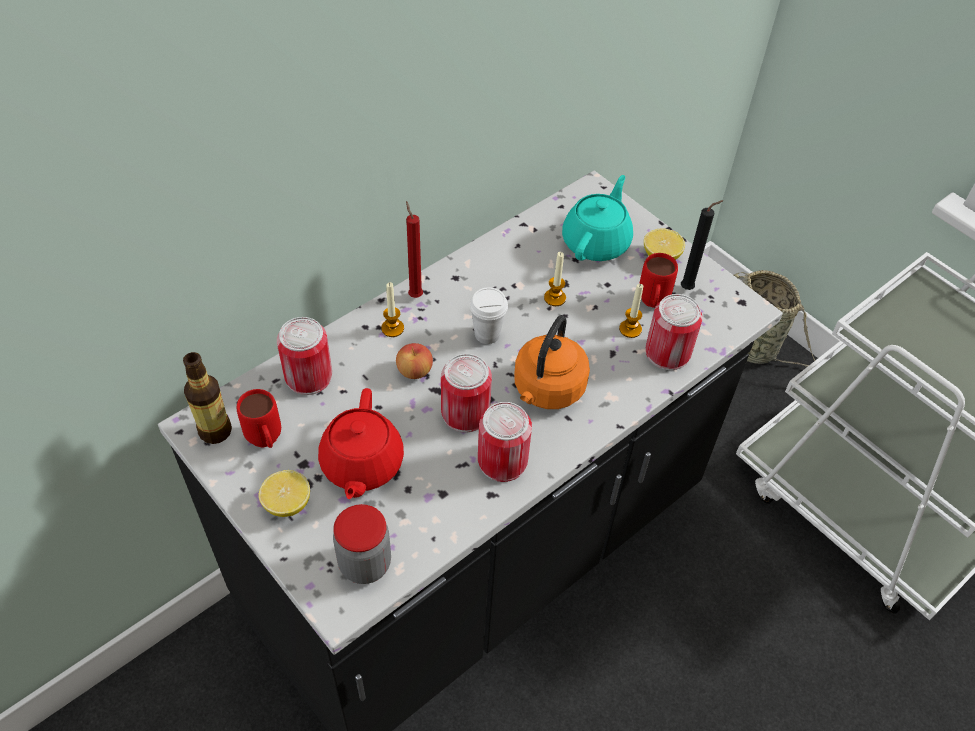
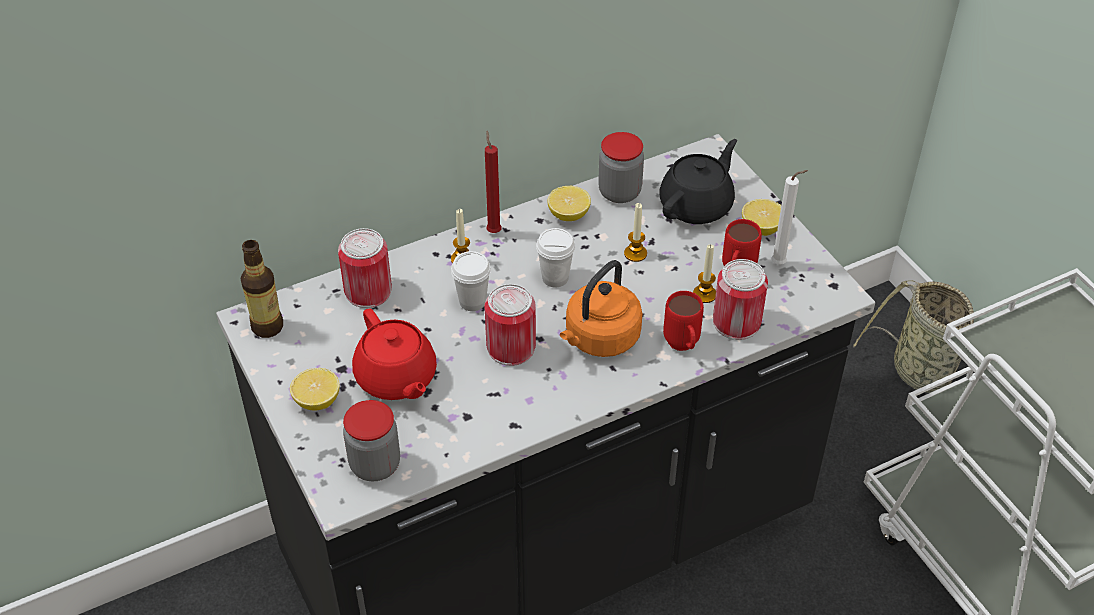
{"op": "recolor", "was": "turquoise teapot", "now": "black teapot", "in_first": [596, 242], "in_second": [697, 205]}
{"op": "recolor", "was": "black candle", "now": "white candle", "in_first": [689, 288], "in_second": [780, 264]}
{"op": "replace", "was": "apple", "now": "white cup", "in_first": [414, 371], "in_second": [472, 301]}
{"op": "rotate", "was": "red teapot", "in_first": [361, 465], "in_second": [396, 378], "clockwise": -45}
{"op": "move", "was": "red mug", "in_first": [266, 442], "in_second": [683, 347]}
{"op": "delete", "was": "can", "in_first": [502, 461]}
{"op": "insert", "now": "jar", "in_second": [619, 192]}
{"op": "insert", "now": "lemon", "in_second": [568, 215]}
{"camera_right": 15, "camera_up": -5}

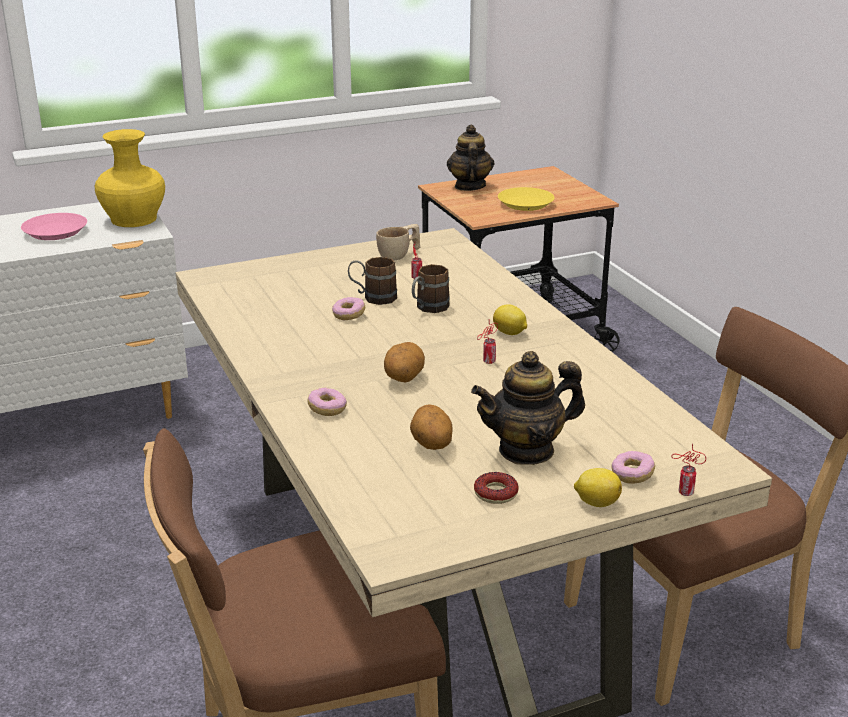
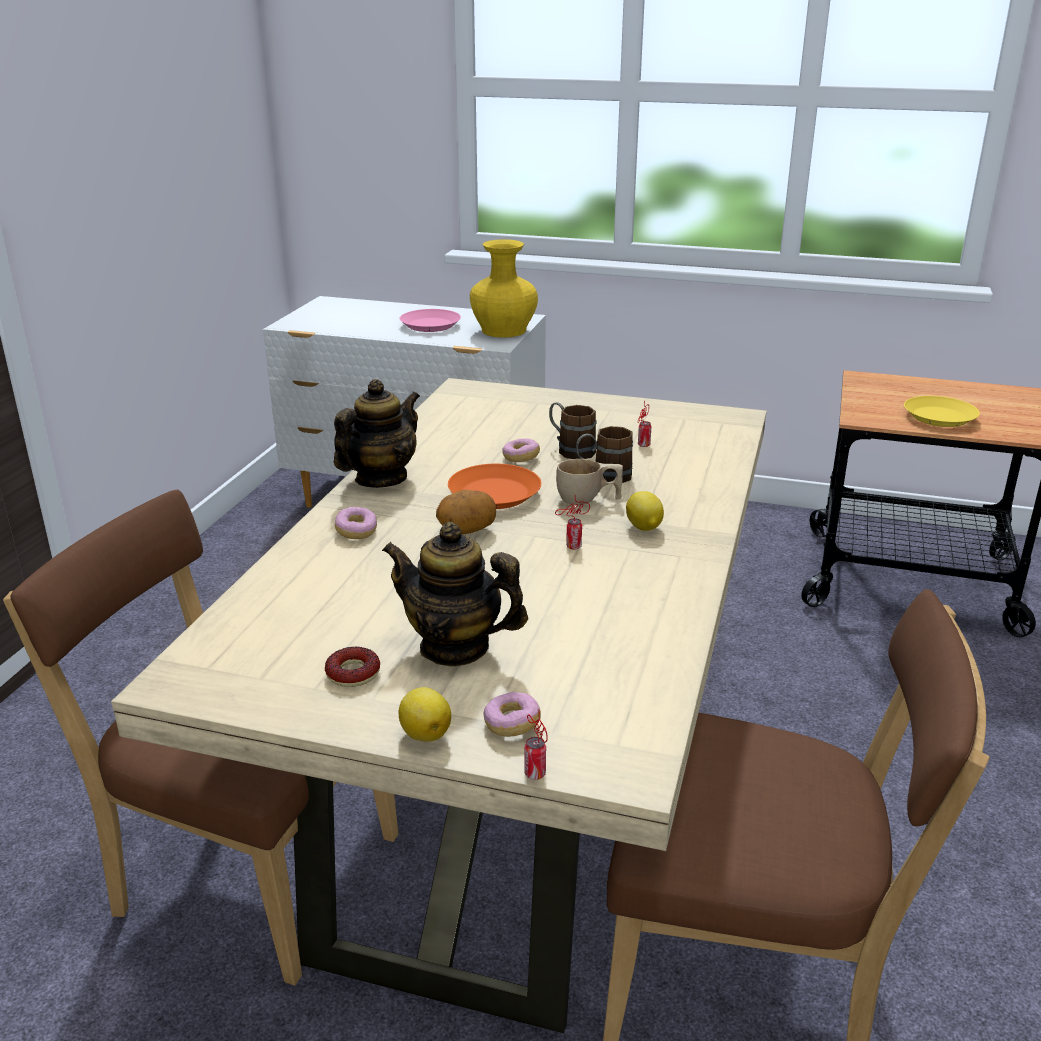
{"op": "move", "was": "teapot", "in_first": [469, 186], "in_second": [380, 479]}
{"op": "move", "was": "beige cup", "in_first": [399, 255], "in_second": [588, 500]}
{"op": "delete", "was": "potato", "in_first": [431, 445]}
{"op": "insert", "now": "orange plate", "in_second": [493, 494]}
{"camera_right": 40, "camera_up": 0}

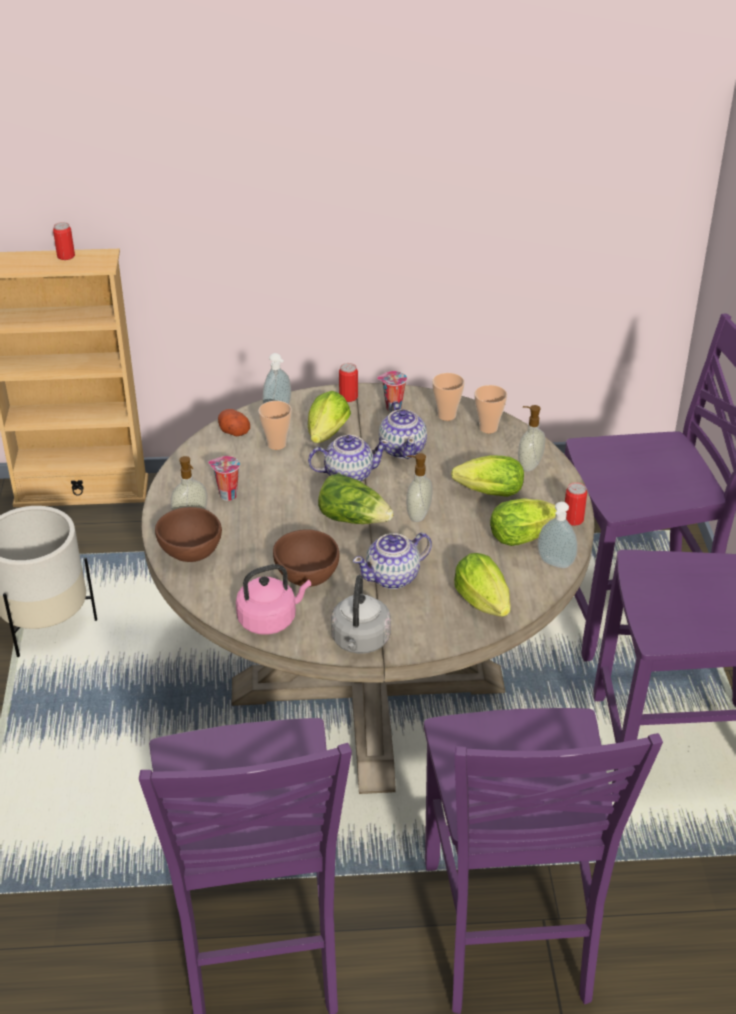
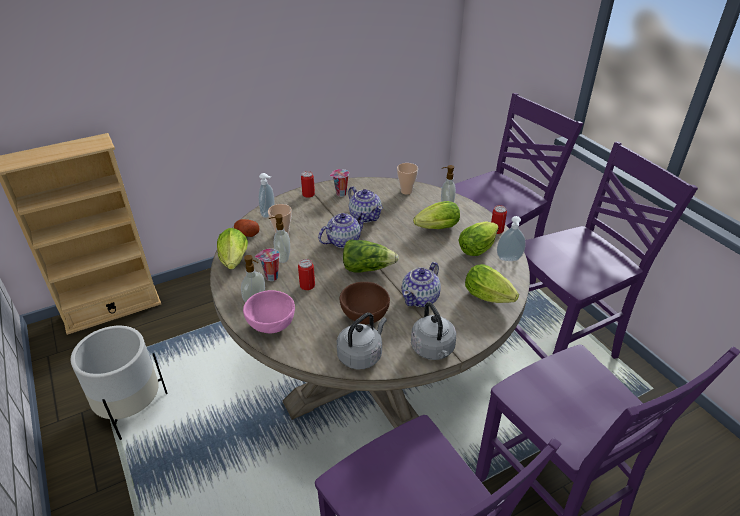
{"op": "move", "was": "can", "in_first": [66, 256], "in_second": [307, 285]}
{"op": "delete", "was": "cup", "in_first": [446, 415]}
{"op": "move", "was": "lettuce", "in_first": [326, 437], "in_second": [234, 262]}
{"op": "move", "was": "soap dispenser", "in_first": [417, 514], "in_second": [282, 257]}
{"op": "recolor", "was": "brown bowl", "now": "pink bowl", "in_first": [190, 553], "in_second": [272, 326]}
{"op": "recolor", "was": "pink kettle", "now": "grey kettle", "in_first": [270, 619], "in_second": [361, 355]}
{"camera_right": -25, "camera_up": 0}

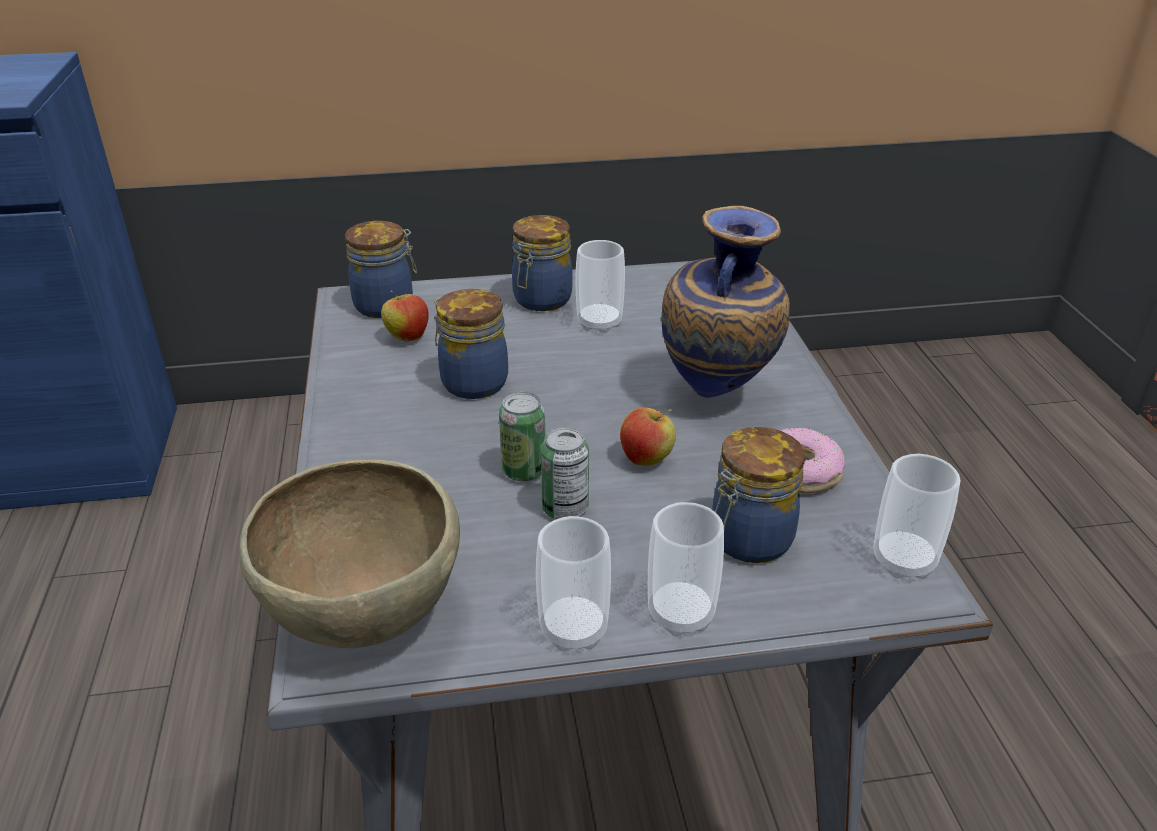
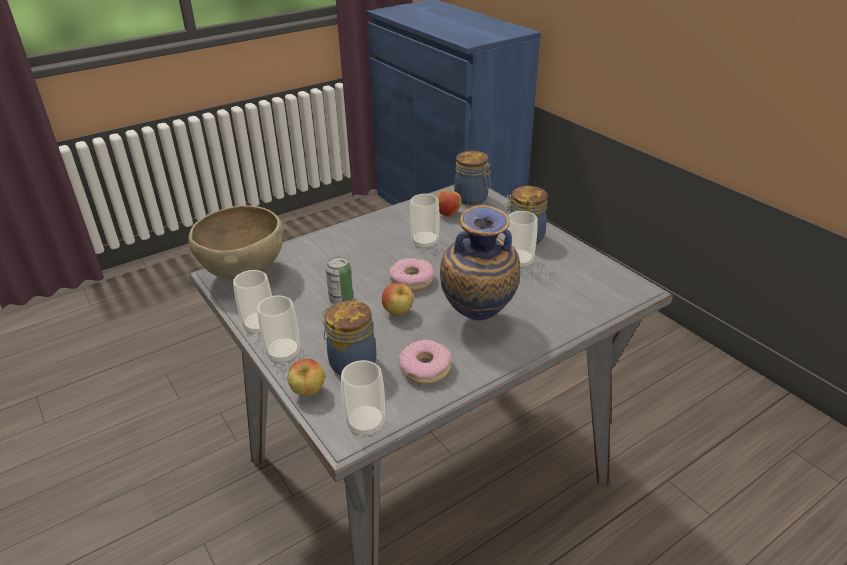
{"op": "replace", "was": "jar", "now": "cup", "in_first": [471, 382], "in_second": [425, 243]}
{"op": "delete", "was": "can", "in_first": [524, 471]}
{"op": "insert", "now": "donut", "in_second": [411, 280]}
{"op": "insert", "now": "apple", "in_second": [308, 392]}
{"camera_right": 65, "camera_up": 0}

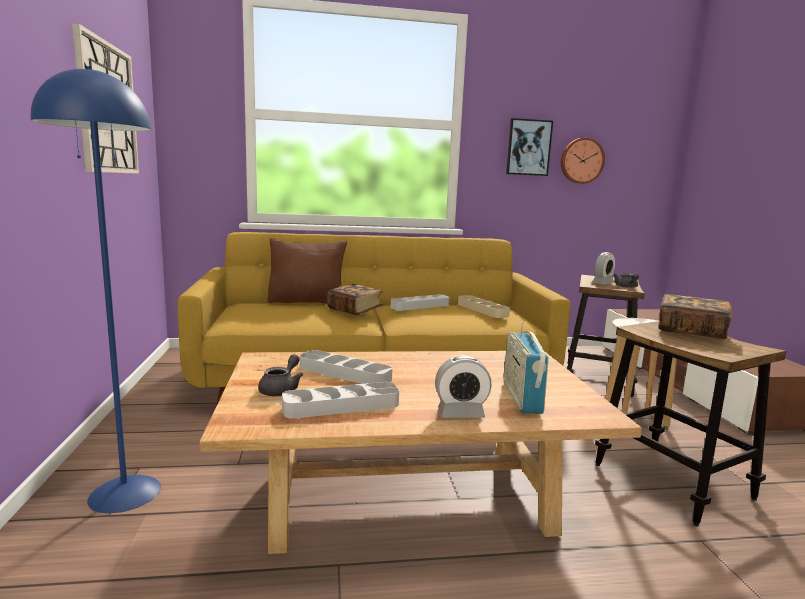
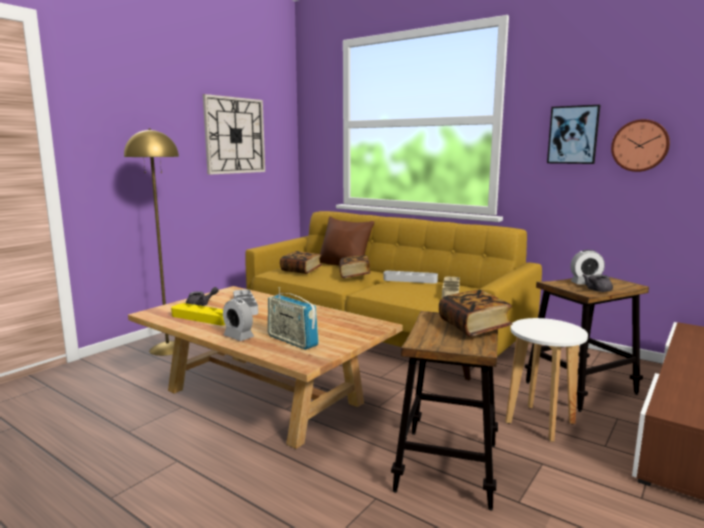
{"op": "recolor", "was": "blue floor lamp", "now": "yellow floor lamp", "in_first": [125, 492], "in_second": [168, 348]}
{"op": "rotate", "was": "radio", "in_first": [522, 397], "in_second": [292, 341], "clockwise": -90}
{"op": "recolor", "was": "grey tray", "now": "yellow tray", "in_first": [341, 406], "in_second": [202, 318]}
{"op": "insert", "now": "book", "in_second": [301, 270]}
{"camera_right": 45, "camera_up": 0}

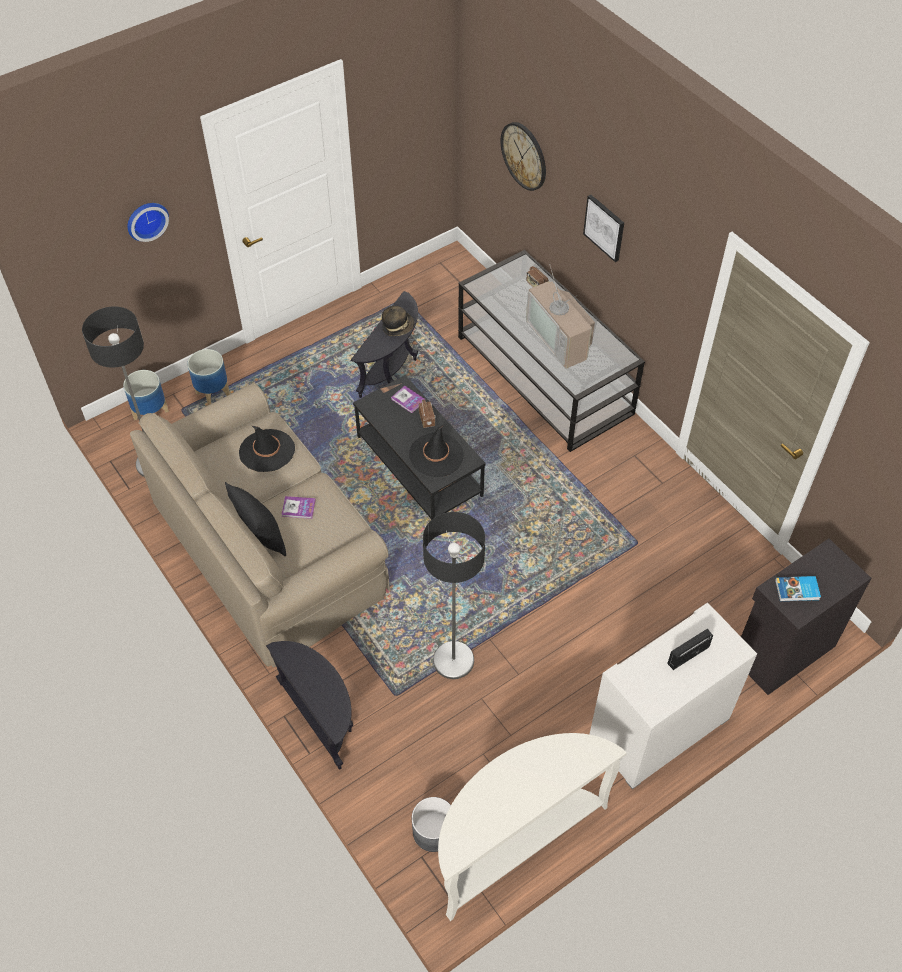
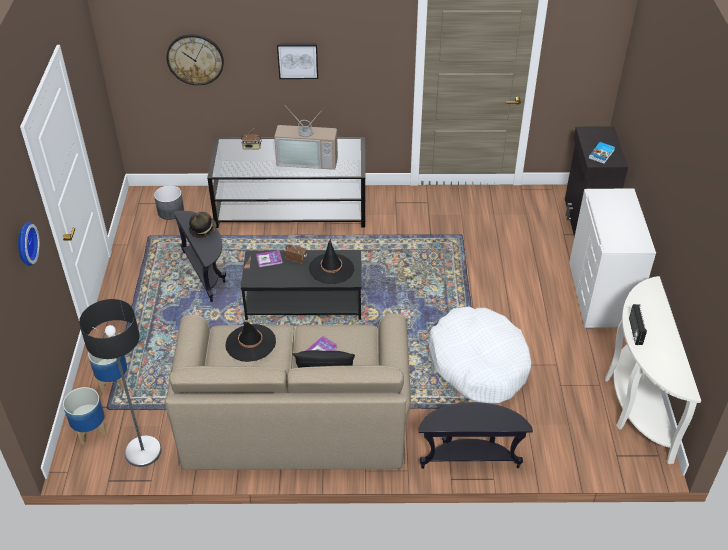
{"op": "replace", "was": "floor lamp", "now": "white dog bed", "in_first": [453, 661], "in_second": [478, 363]}
{"op": "move", "was": "radio", "in_first": [687, 655], "in_second": [634, 331]}
{"op": "move", "was": "grey planter", "in_first": [433, 831], "in_second": [170, 211]}
{"camera_right": -55, "camera_up": -10}

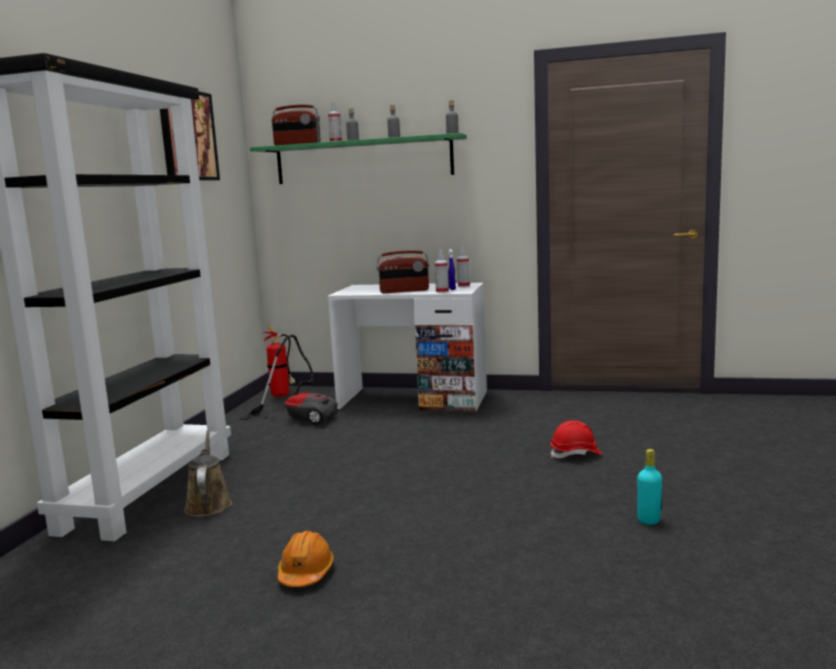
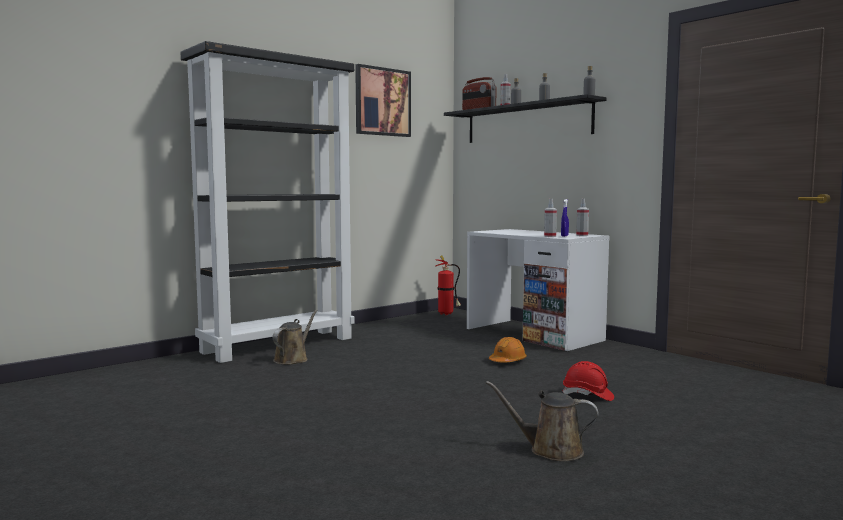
{"op": "recolor", "was": "green shelf", "now": "black shelf", "in_first": [363, 160], "in_second": [526, 122]}
{"op": "delete", "was": "radio", "in_first": [404, 291]}
{"op": "delete", "was": "vacuum cleaner", "in_first": [299, 417]}
{"op": "replace", "was": "turquoise bottle", "now": "brown watering can", "in_first": [649, 520], "in_second": [550, 450]}
{"op": "move", "was": "orange hard hat", "in_first": [306, 573], "in_second": [507, 361]}
{"camera_right": 35, "camera_up": -5}

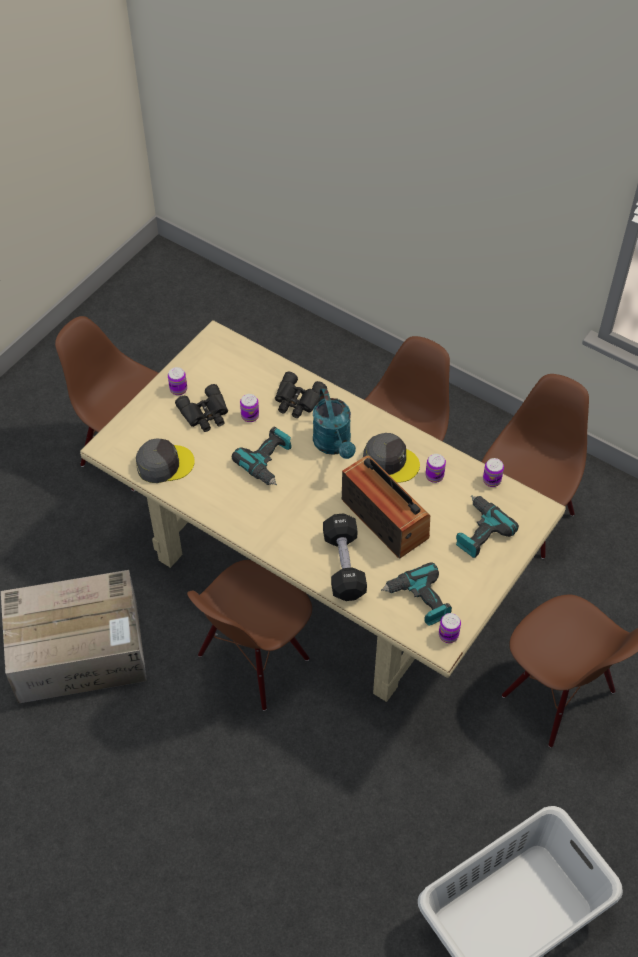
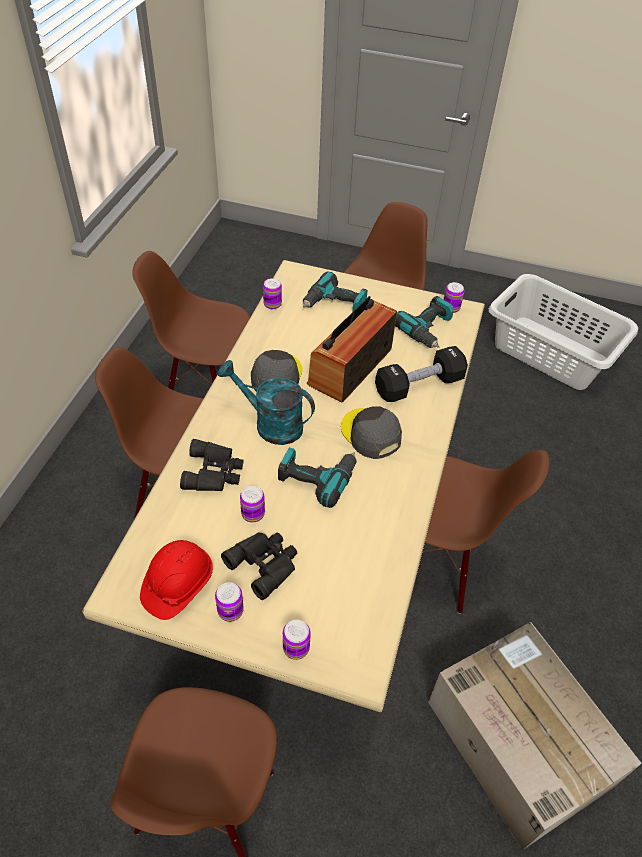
{"op": "rotate", "was": "turquoise watering can", "in_first": [334, 445], "in_second": [270, 424], "clockwise": -120}
{"op": "move", "was": "grey cap", "in_first": [164, 464], "in_second": [370, 434]}
{"op": "move", "was": "can", "in_first": [434, 476], "in_second": [296, 648]}
{"op": "insert", "now": "red hard hat", "in_second": [177, 585]}
{"camera_right": -110, "camera_up": -5}

